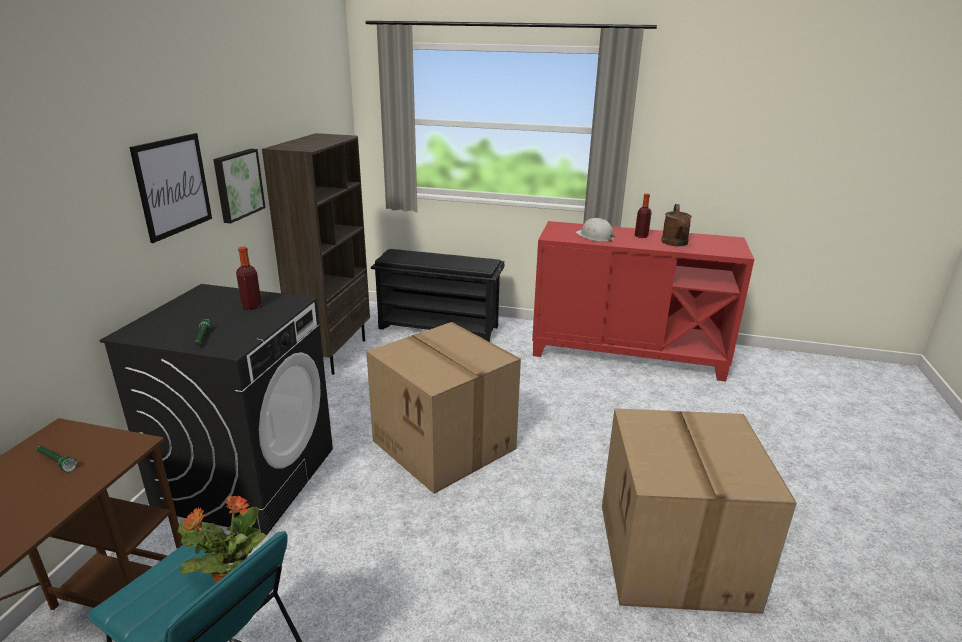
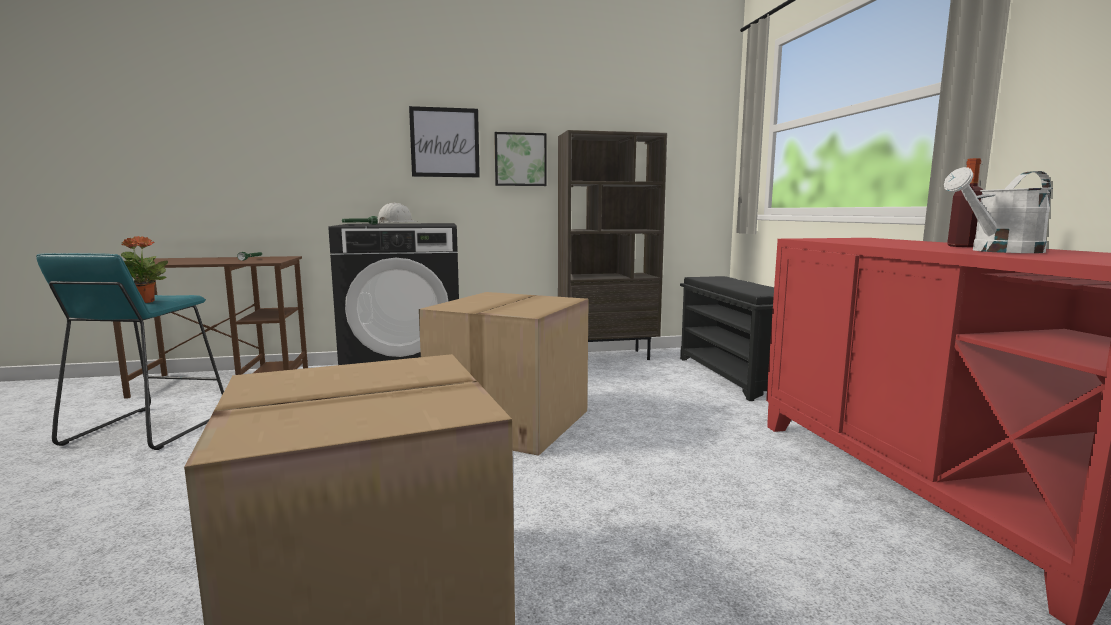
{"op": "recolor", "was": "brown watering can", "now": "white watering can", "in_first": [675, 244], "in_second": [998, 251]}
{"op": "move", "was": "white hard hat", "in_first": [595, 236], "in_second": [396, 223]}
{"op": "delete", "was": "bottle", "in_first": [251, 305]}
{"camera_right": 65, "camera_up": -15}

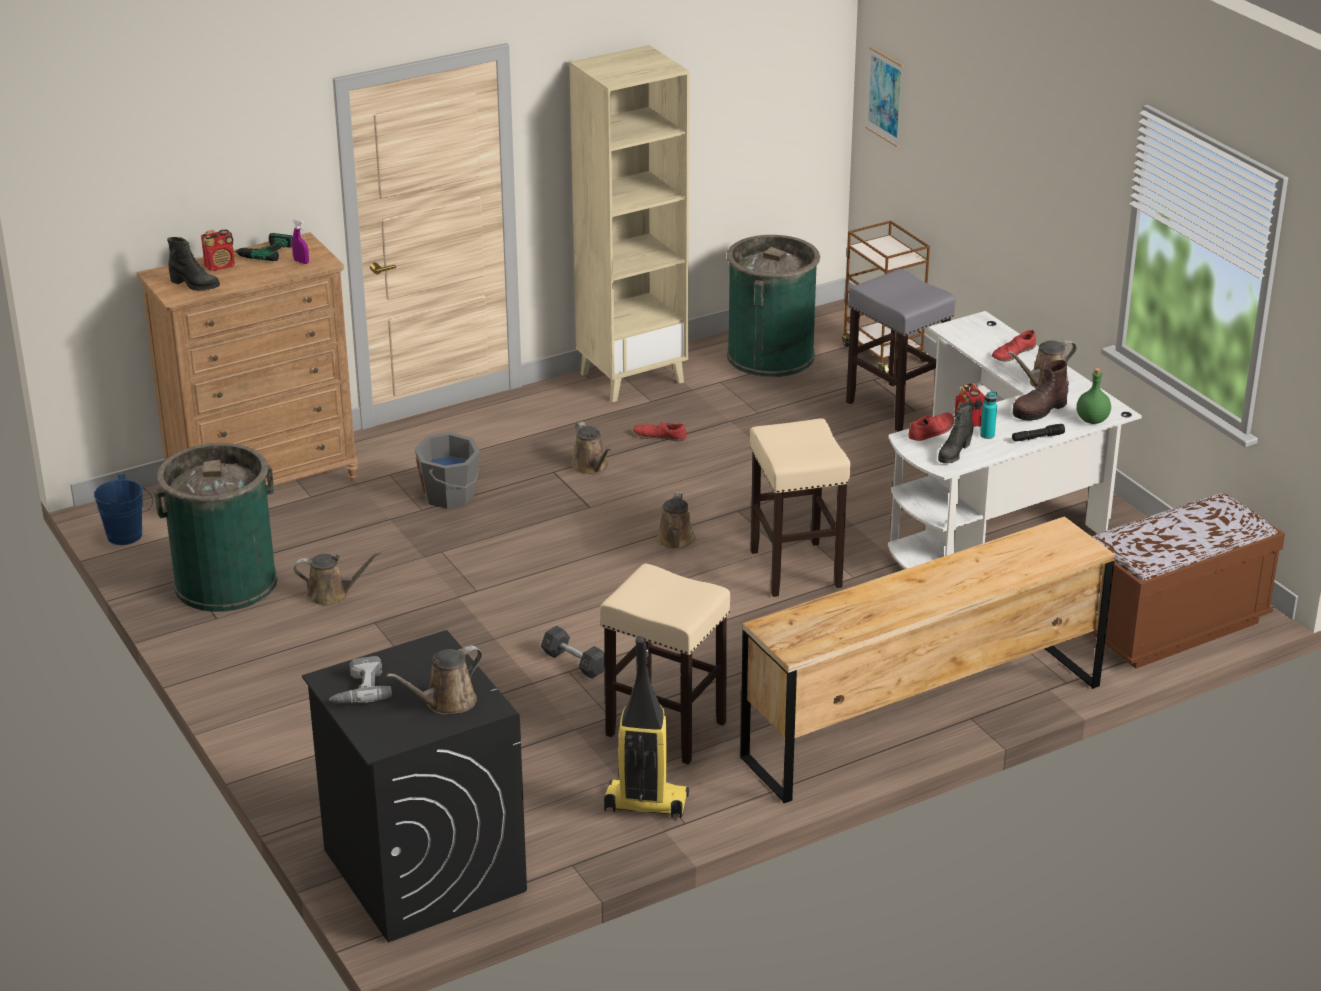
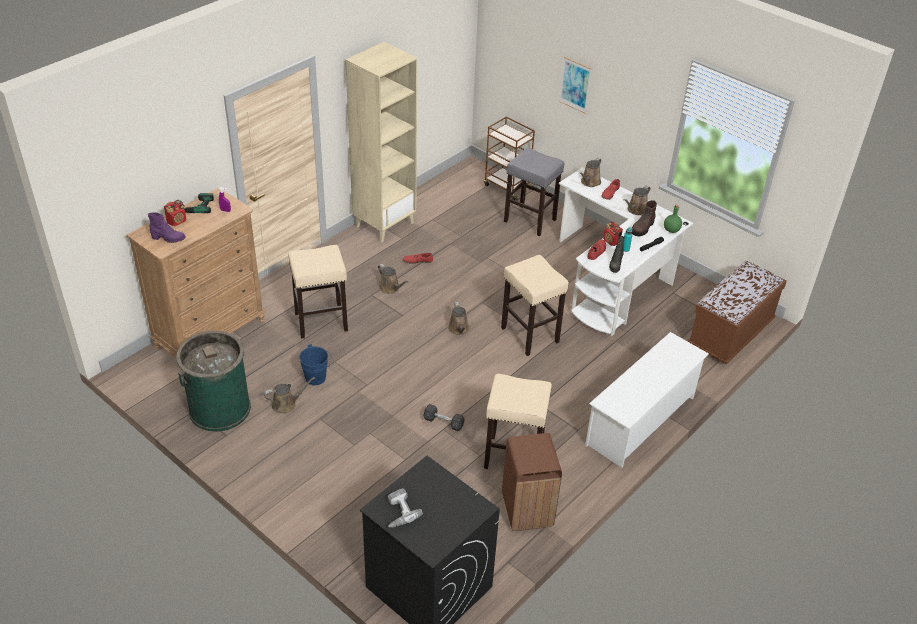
{"op": "move", "was": "picture", "in_first": [885, 96], "in_second": [575, 85]}
{"op": "delete", "was": "green trash can", "in_first": [770, 356]}
{"op": "recolor", "was": "black boot", "now": "purple boot", "in_first": [194, 285], "in_second": [168, 239]}
{"op": "replace", "was": "grey bucket", "now": "beige stool", "in_first": [450, 495], "in_second": [321, 322]}
{"op": "move", "was": "blue bucket", "in_first": [129, 535], "in_second": [318, 377]}
{"op": "replace", "was": "brown dresser", "now": "white shoe rack", "in_first": [923, 720], "in_second": [641, 421]}
{"op": "replace", "was": "vacuum cleaner", "now": "brown trash can", "in_first": [645, 804], "in_second": [526, 510]}
{"op": "move", "was": "brown watering can", "in_first": [446, 703], "in_second": [589, 182]}
{"camera_right": -20, "camera_up": 10}

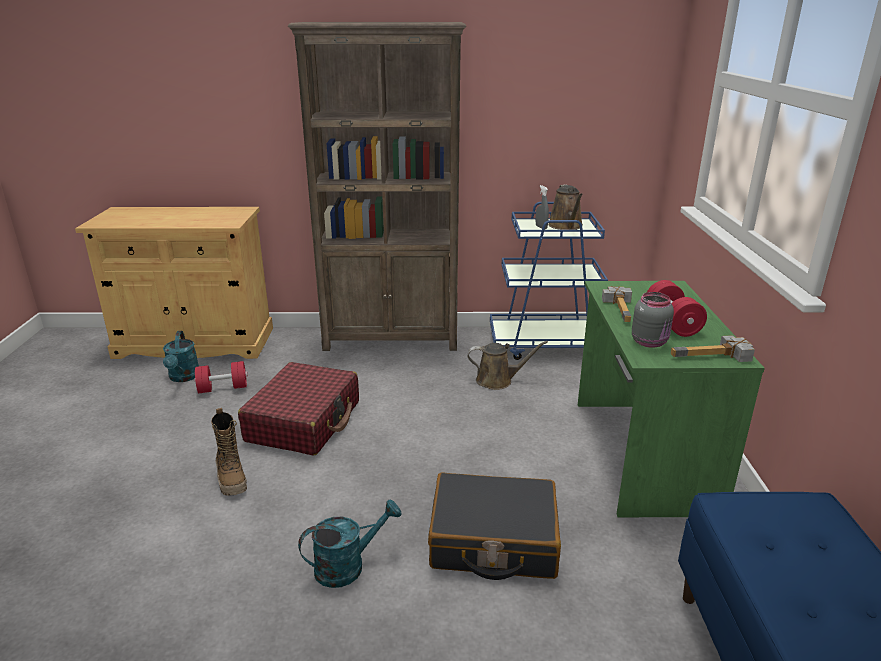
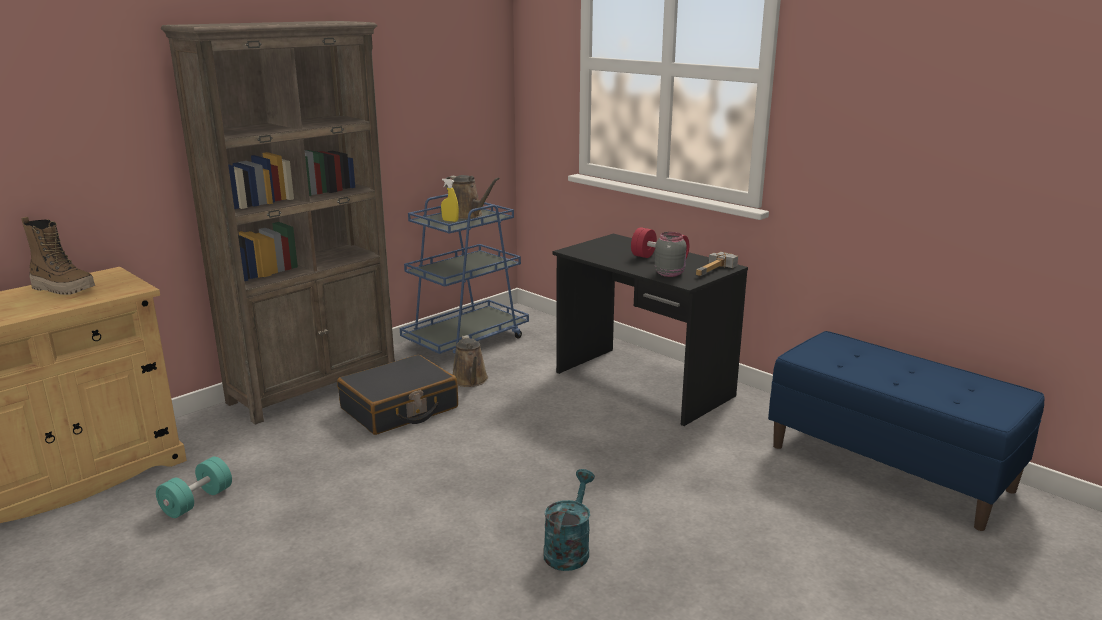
{"op": "recolor", "was": "grey spray bottle", "now": "yellow spray bottle", "in_first": [541, 227], "in_second": [450, 221]}
{"op": "recolor", "was": "green desk", "now": "black desk", "in_first": [640, 454], "in_second": [642, 385]}
{"op": "delete", "was": "hammer", "in_first": [623, 309]}
{"op": "delete", "was": "turquoise watering can", "in_first": [184, 377]}
{"op": "rotate", "was": "brown watering can", "in_first": [498, 380], "in_second": [470, 381], "clockwise": 120}
{"op": "recolor", "was": "red dumbbell", "now": "turquoise dumbbell", "in_first": [223, 388], "in_second": [197, 501]}
{"op": "delete", "was": "red suitcase", "in_first": [304, 421]}
{"op": "move", "was": "boot", "in_first": [232, 479], "in_second": [64, 289]}
{"op": "move", "was": "black suitcase", "in_first": [493, 541], "in_second": [399, 409]}
{"camera_right": -45, "camera_up": -5}

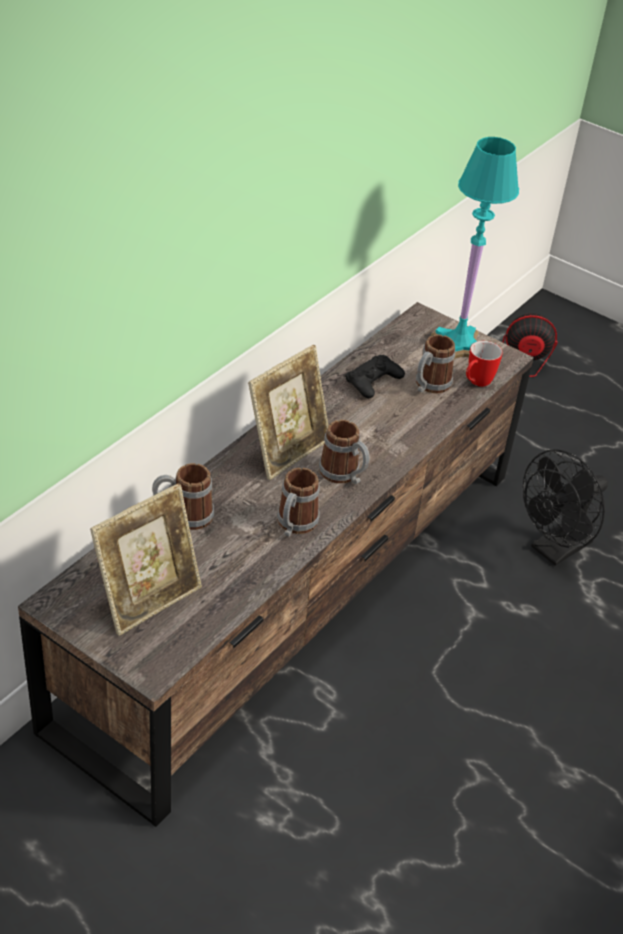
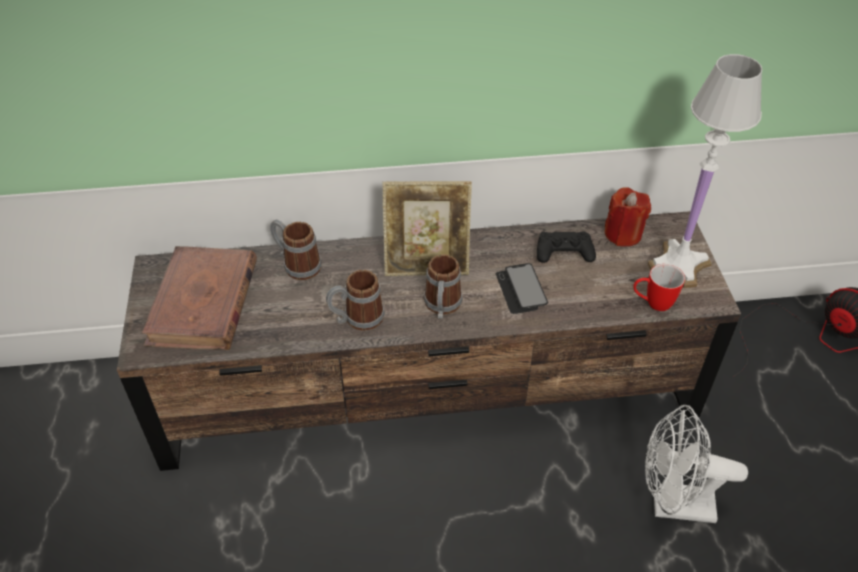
{"op": "recolor", "was": "turquoise table lamp", "now": "white table lamp", "in_first": [457, 346], "in_second": [678, 264]}
{"op": "delete", "was": "mug", "in_first": [429, 386]}
{"op": "recolor", "was": "black fan", "now": "white fan", "in_first": [555, 550], "in_second": [672, 505]}
{"op": "replace", "was": "picture frame", "now": "brown book", "in_first": [149, 599], "in_second": [203, 303]}
{"op": "insert", "now": "red candle", "in_second": [623, 234]}
{"op": "insert", "now": "phone", "in_second": [521, 290]}
{"camera_right": 50, "camera_up": 5}

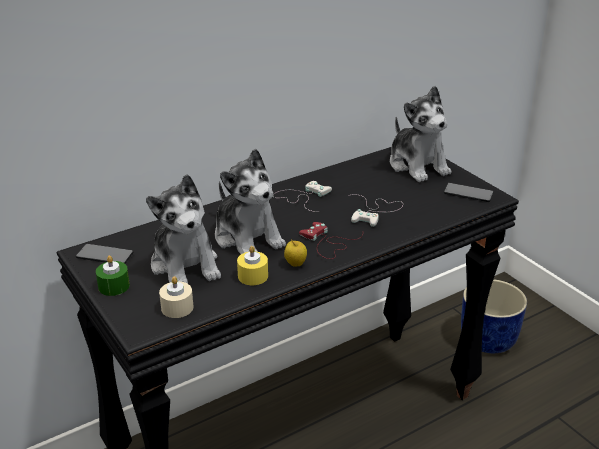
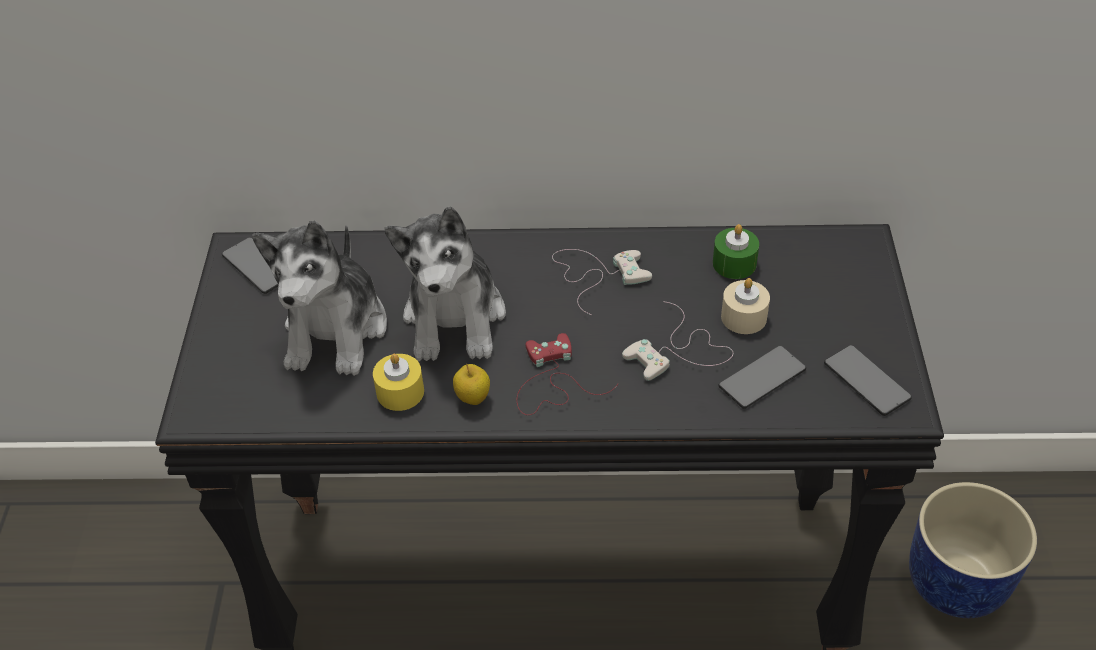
{"op": "delete", "was": "plush toy", "in_first": [418, 165]}
{"op": "move", "was": "green candle", "in_first": [114, 286], "in_second": [734, 263]}
{"op": "move", "was": "beige candle", "in_first": [177, 308], "in_second": [743, 317]}
{"op": "insert", "now": "phone", "in_second": [762, 378]}
{"camera_right": 35, "camera_up": 15}

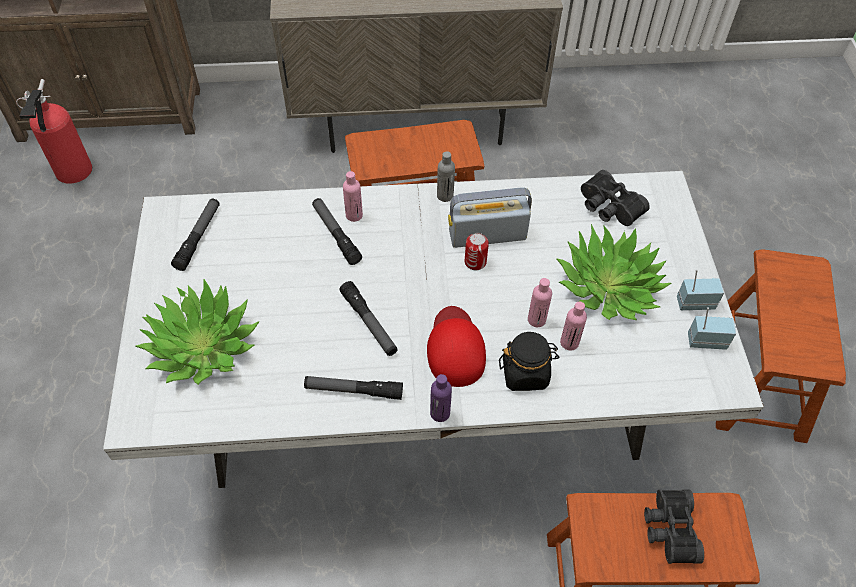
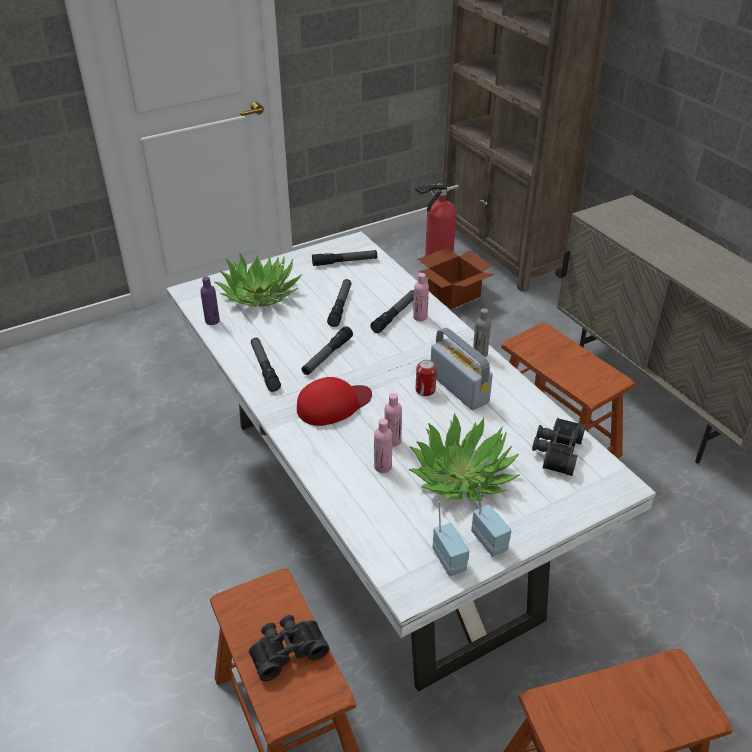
{"op": "delete", "was": "black jar", "in_first": [525, 373]}
{"op": "move", "was": "purple bottle", "in_first": [440, 413], "in_second": [212, 321]}
{"op": "insert", "now": "cardboard box", "in_second": [453, 293]}
{"op": "insert", "now": "flashlight", "in_second": [340, 306]}
{"camera_right": 65, "camera_up": -15}

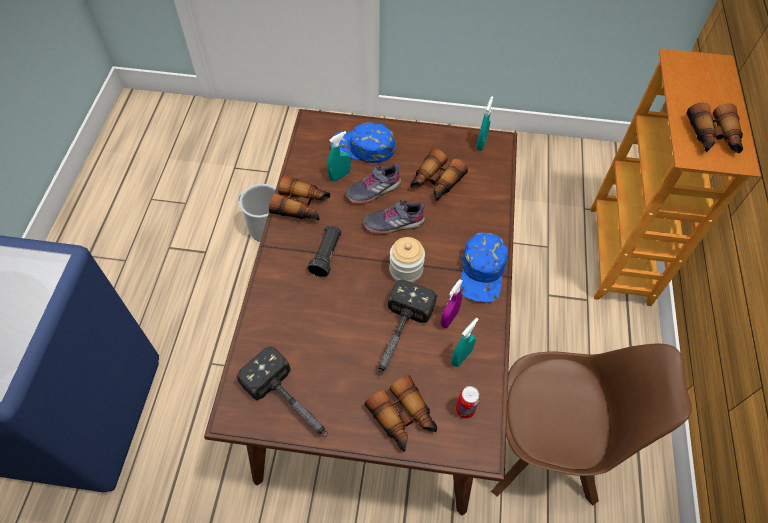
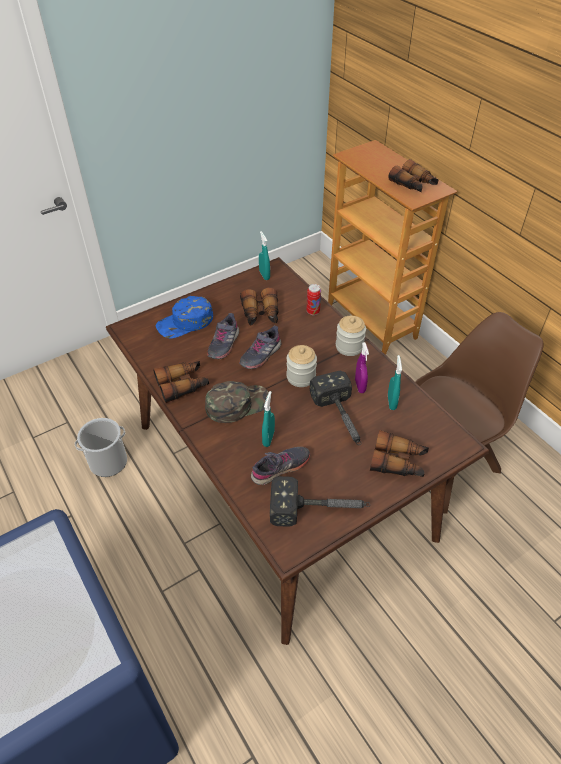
{"op": "move", "was": "turquoise spray bottle", "in_first": [339, 176], "in_second": [268, 438]}
{"op": "replace", "was": "black flashlight", "now": "green cap", "in_first": [326, 256], "in_second": [237, 404]}
{"op": "replace", "was": "blue cap", "now": "jar", "in_first": [483, 272], "in_second": [349, 346]}
{"op": "move", "was": "can", "in_first": [465, 410], "in_second": [313, 311]}
{"op": "insert", "now": "grey shoe", "in_second": [280, 468]}
{"camera_right": -40, "camera_up": -10}

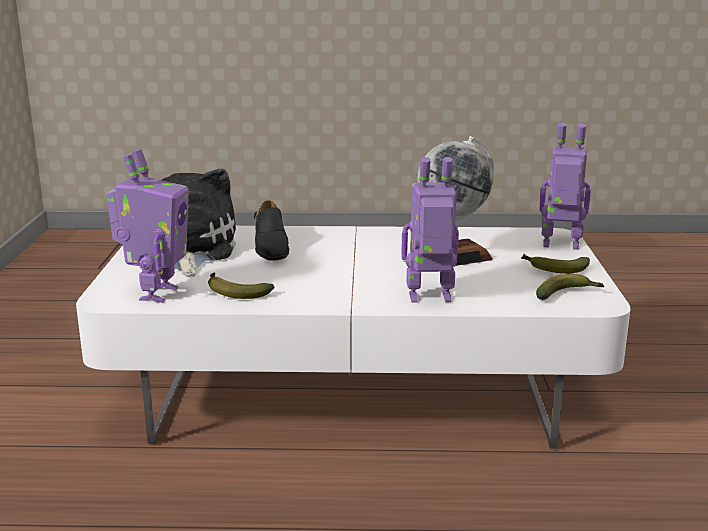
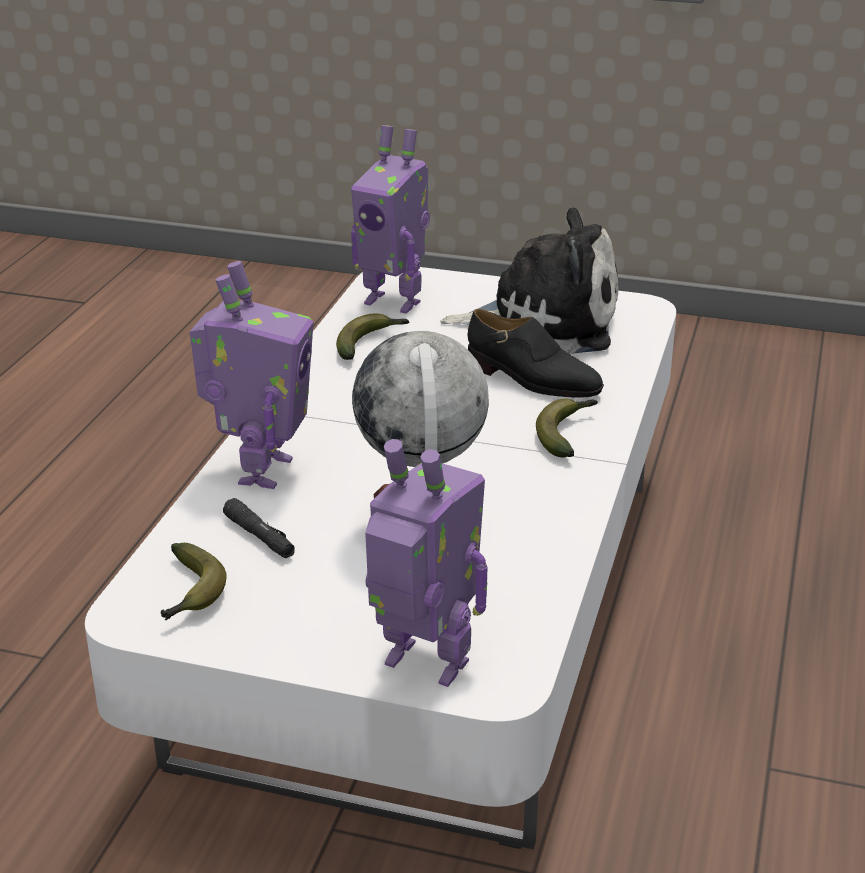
{"op": "rotate", "was": "toy robot", "in_first": [561, 245], "in_second": [424, 665], "clockwise": -90}
{"op": "rotate", "was": "black shoe", "in_first": [270, 248], "in_second": [532, 379], "clockwise": -150}
{"op": "move", "was": "banana", "in_first": [553, 269], "in_second": [567, 434]}
{"op": "insert", "now": "black flashlight", "in_second": [260, 537]}
{"camera_right": 105, "camera_up": 10}

